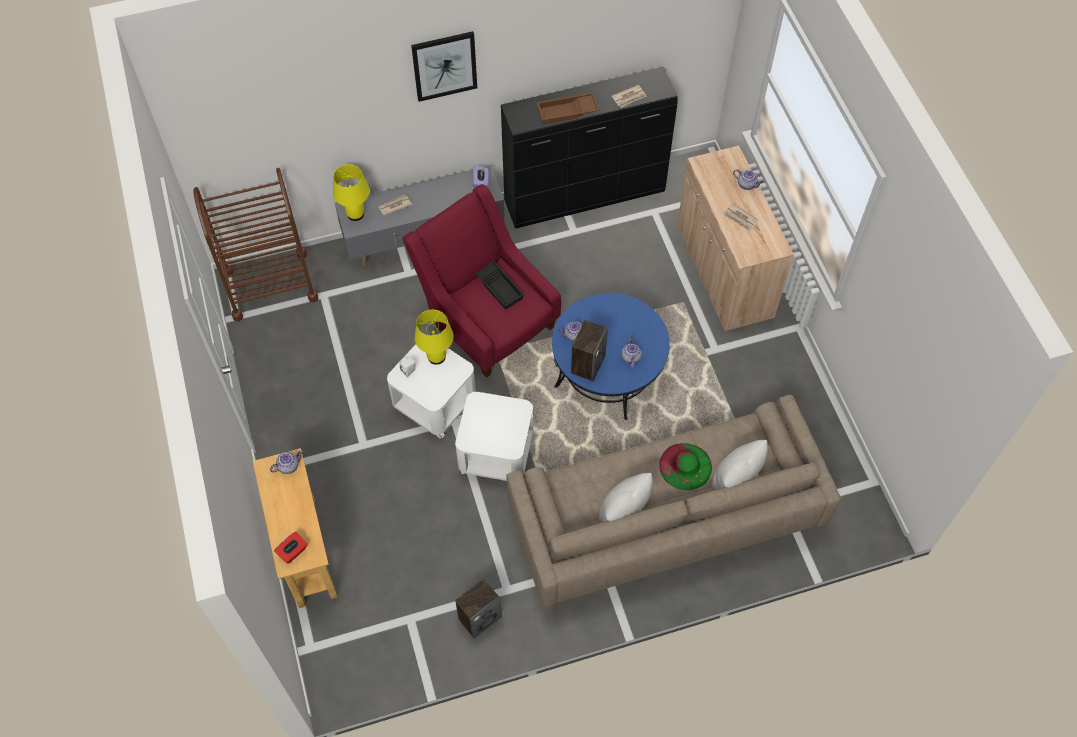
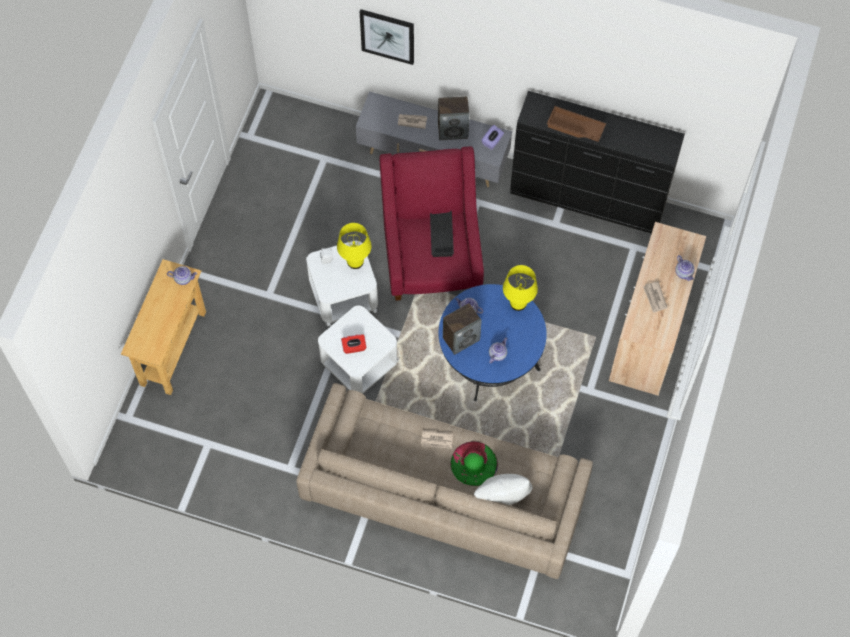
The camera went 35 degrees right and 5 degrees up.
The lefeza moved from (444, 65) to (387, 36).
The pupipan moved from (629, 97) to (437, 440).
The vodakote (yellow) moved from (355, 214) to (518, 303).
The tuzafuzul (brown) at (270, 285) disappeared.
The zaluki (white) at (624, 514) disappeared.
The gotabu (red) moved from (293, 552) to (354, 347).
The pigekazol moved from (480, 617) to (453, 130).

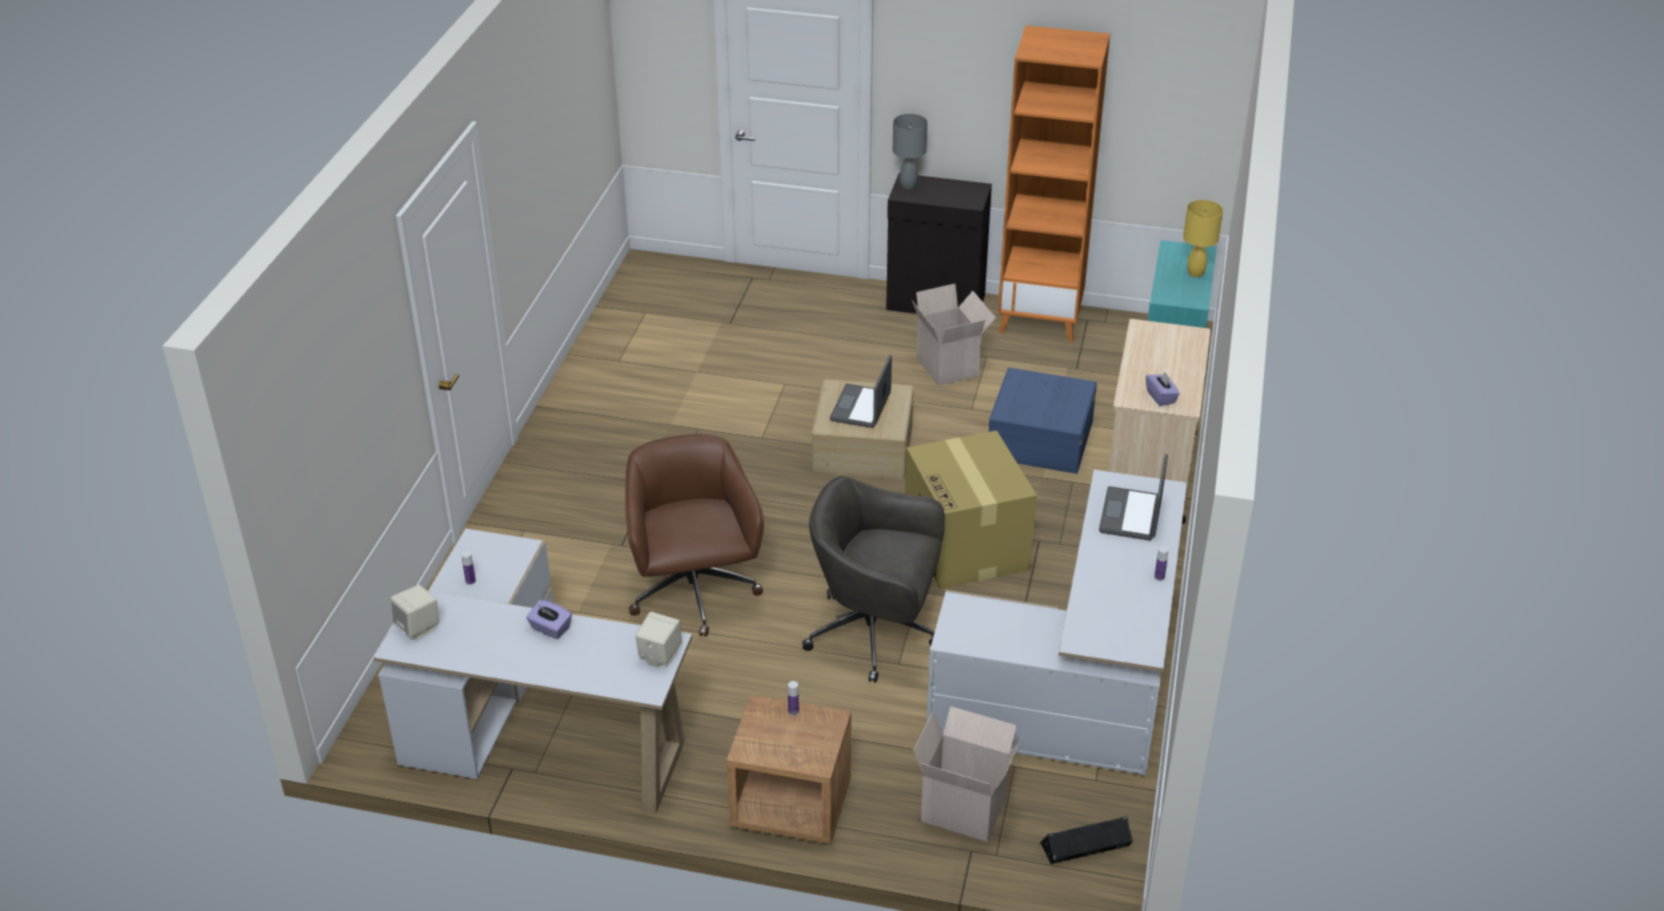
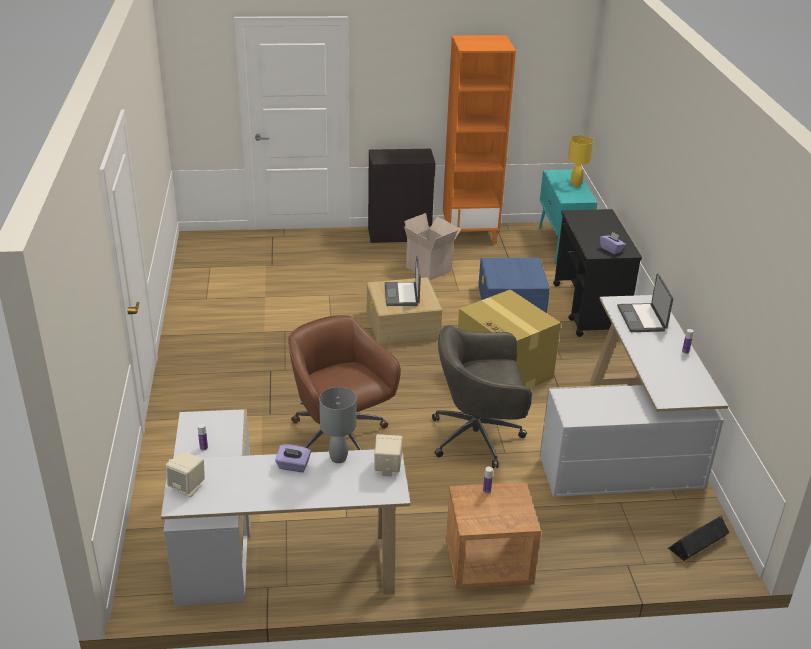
The camera went 20 degrees left and 5 degrees down.
The vodakote (grey) moved from (907, 185) to (338, 458).
The tuzafuzul (beige) at (1149, 473) became the tuzafuzul (black) at (589, 309).
The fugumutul at (965, 808) disappeared.

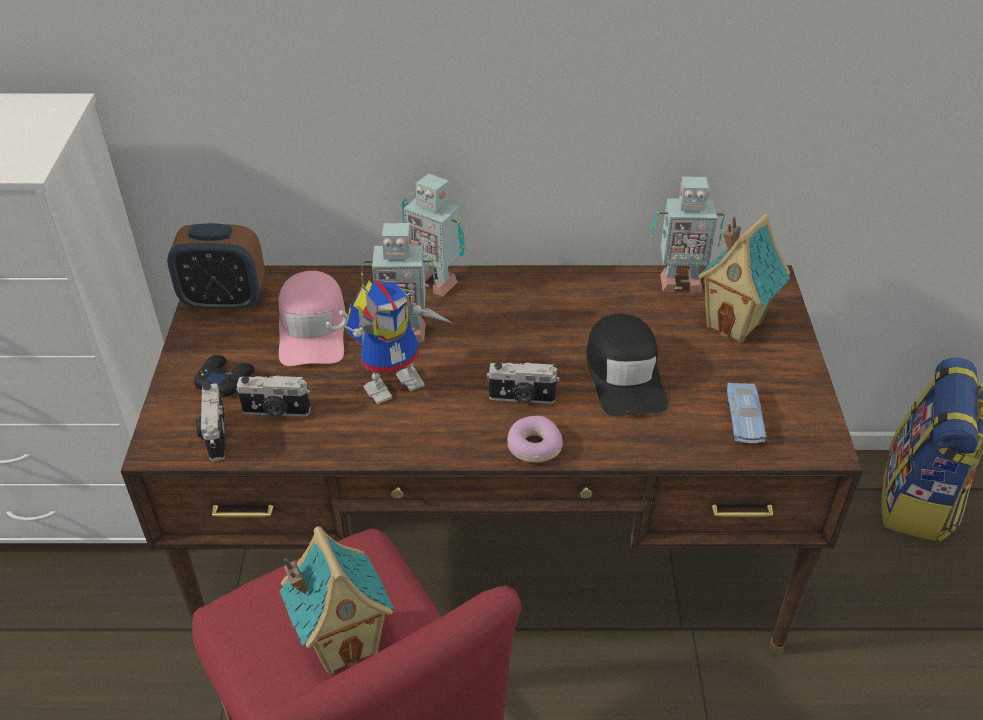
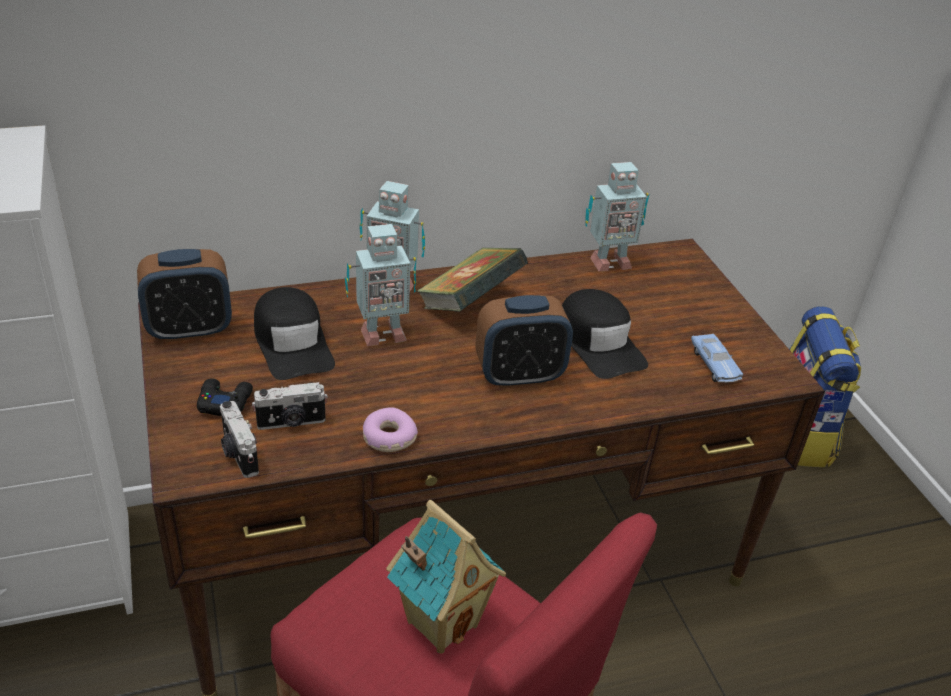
The camera went 20 degrees left and 5 degrees down.
The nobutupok at (735, 324) disappeared.
The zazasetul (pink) at (313, 328) became the zazasetul (black) at (292, 343).
The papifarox at (394, 379) disappeared.
The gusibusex at (522, 398) was replaced by the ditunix at (519, 376).
The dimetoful moved from (533, 446) to (388, 437).
The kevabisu at (470, 304) appeared.

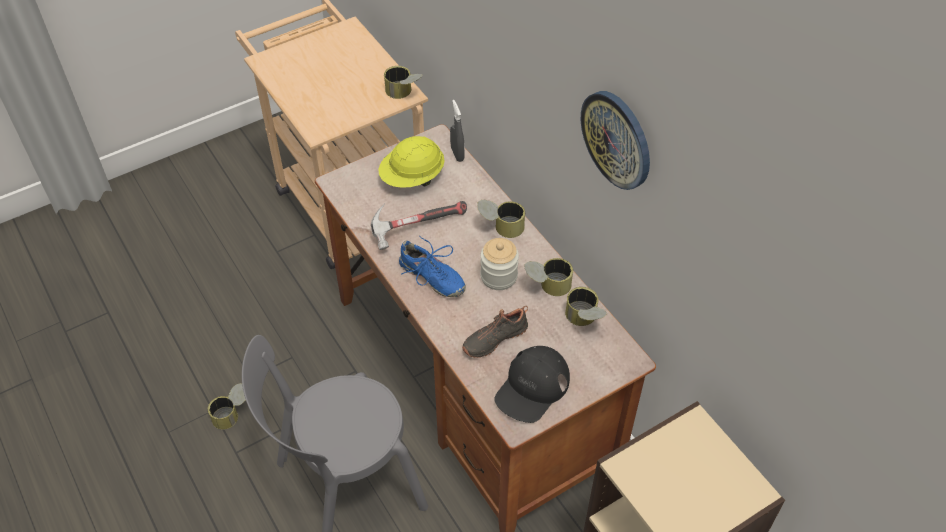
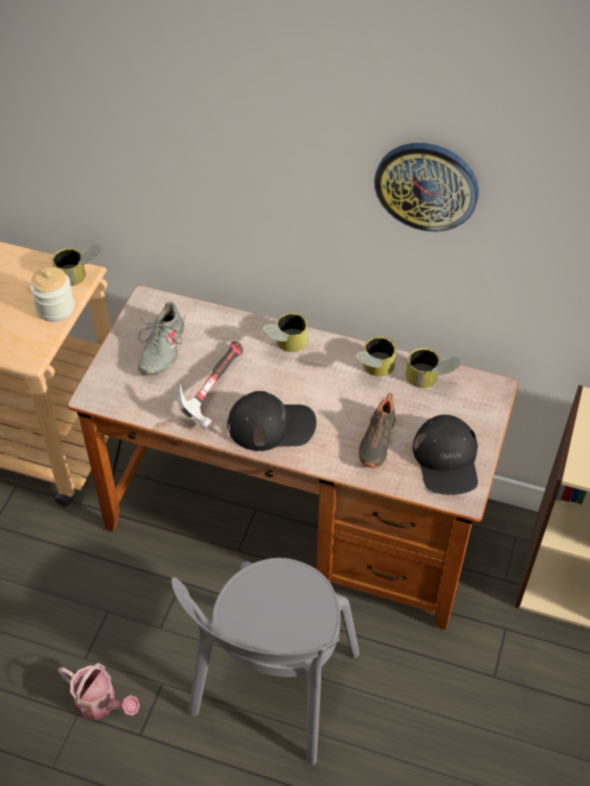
The camera went 40 degrees left and 0 degrees up.
The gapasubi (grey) at (457, 154) disappeared.
The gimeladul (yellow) at (412, 178) was replaced by the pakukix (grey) at (161, 349).
The pakukix (blue) at (431, 278) was replaced by the zazasetul (black) at (271, 425).
The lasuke moved from (499, 276) to (55, 308).
The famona at (232, 414) was replaced by the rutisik at (101, 703).

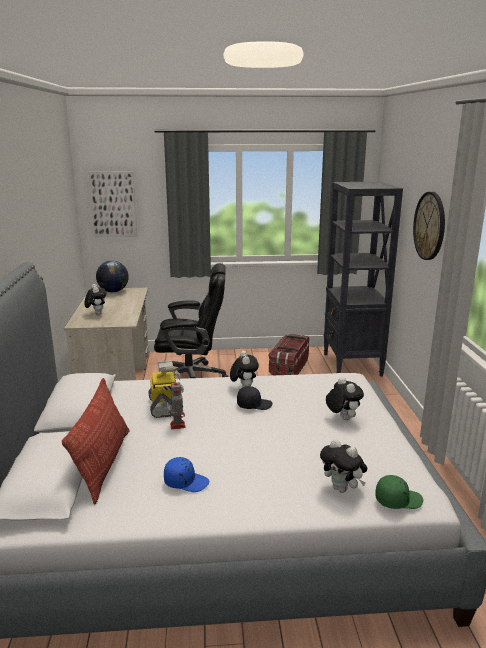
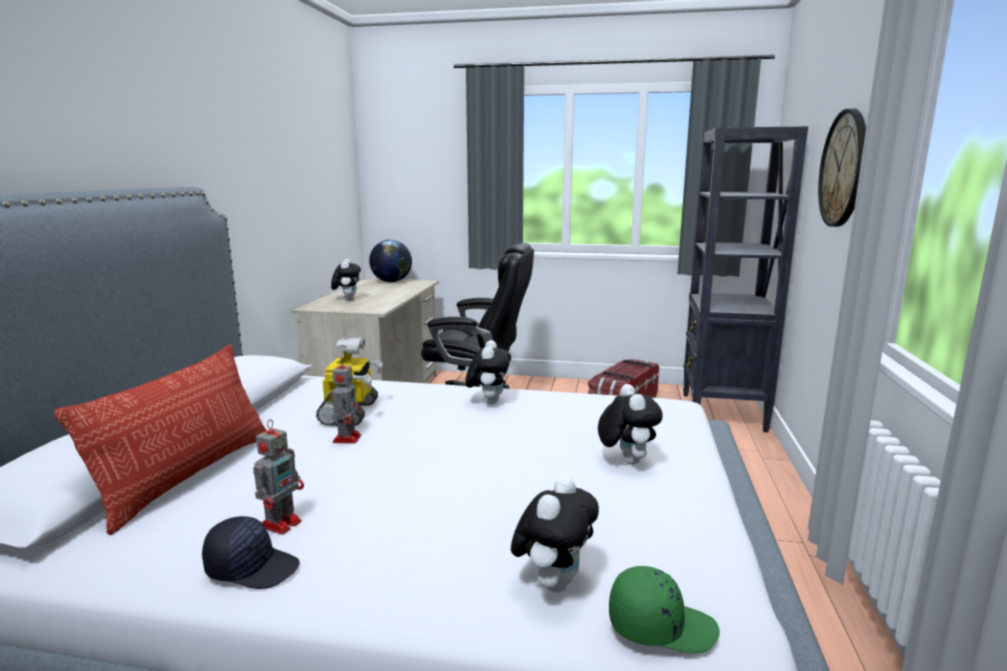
The camera went 15 degrees right and 5 degrees down.
The lefeza at (113, 204) disappeared.
The zazasetul (black) moved from (254, 404) to (253, 567).
The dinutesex at (342, 489) turned 120 degrees counterclockwise.
The zazasetul (blue) at (186, 482) was replaced by the papifarox at (282, 523).

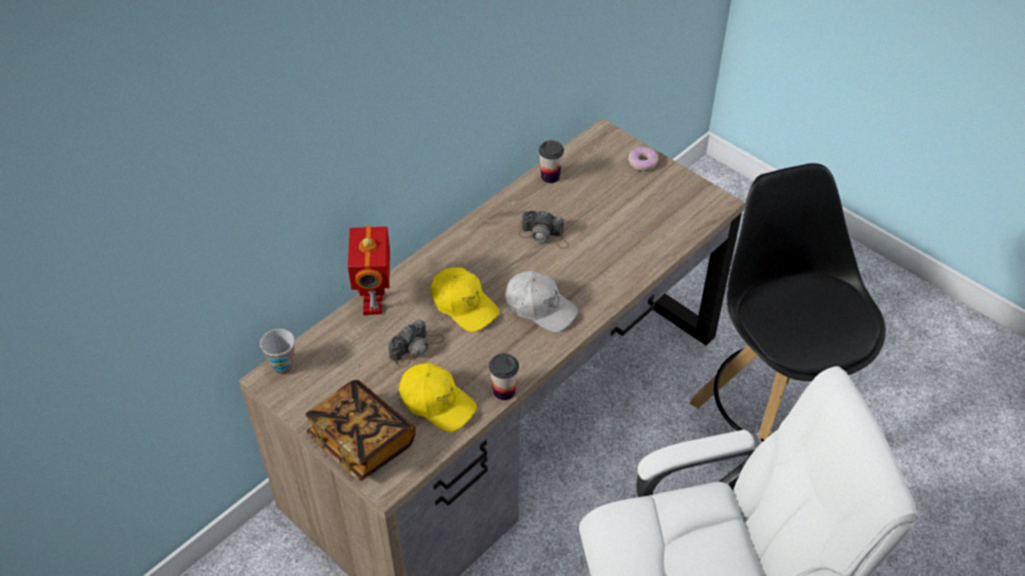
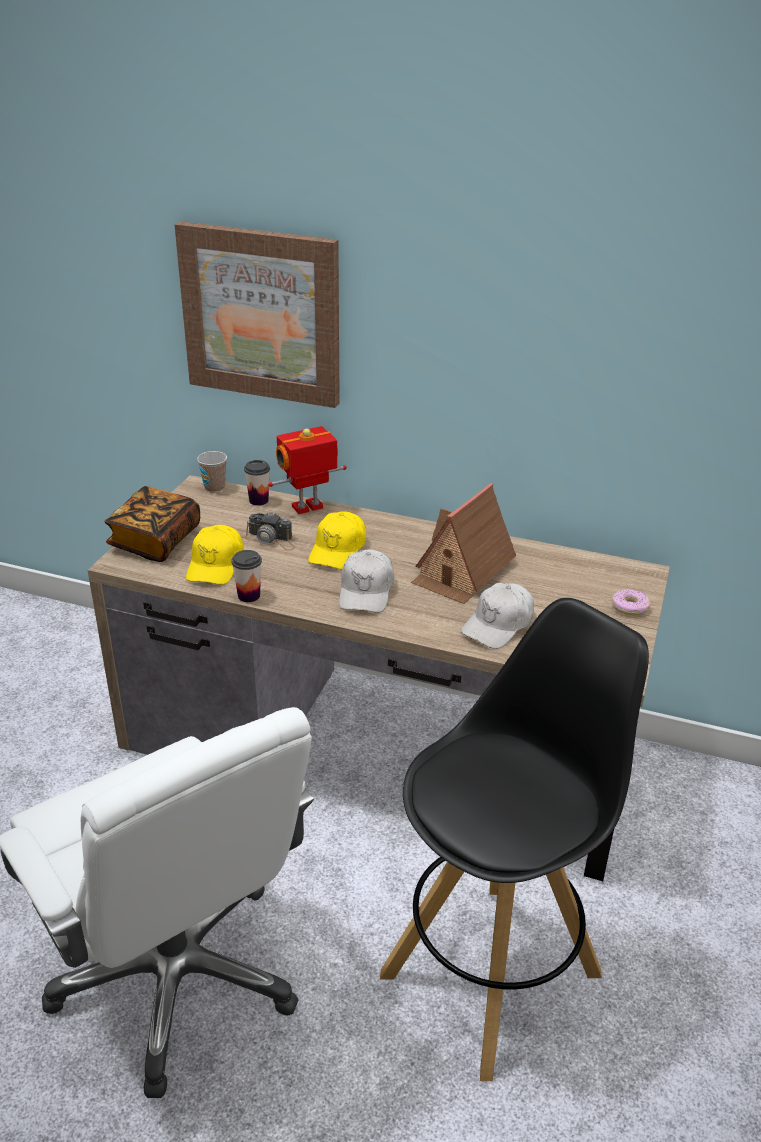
The camera went 65 degrees right and 15 degrees down.
The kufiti moved from (550, 176) to (258, 500).
The gusibusex at (544, 236) was replaced by the nobutupok at (462, 571).
The lefeza at (262, 314) appeared.
The zazasetul (white) at (498, 625) appeared.

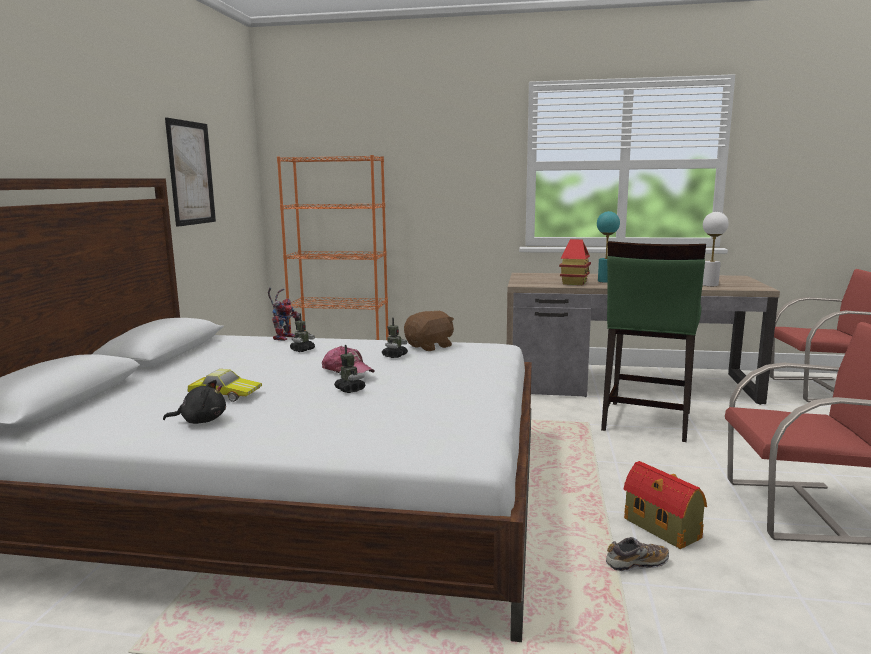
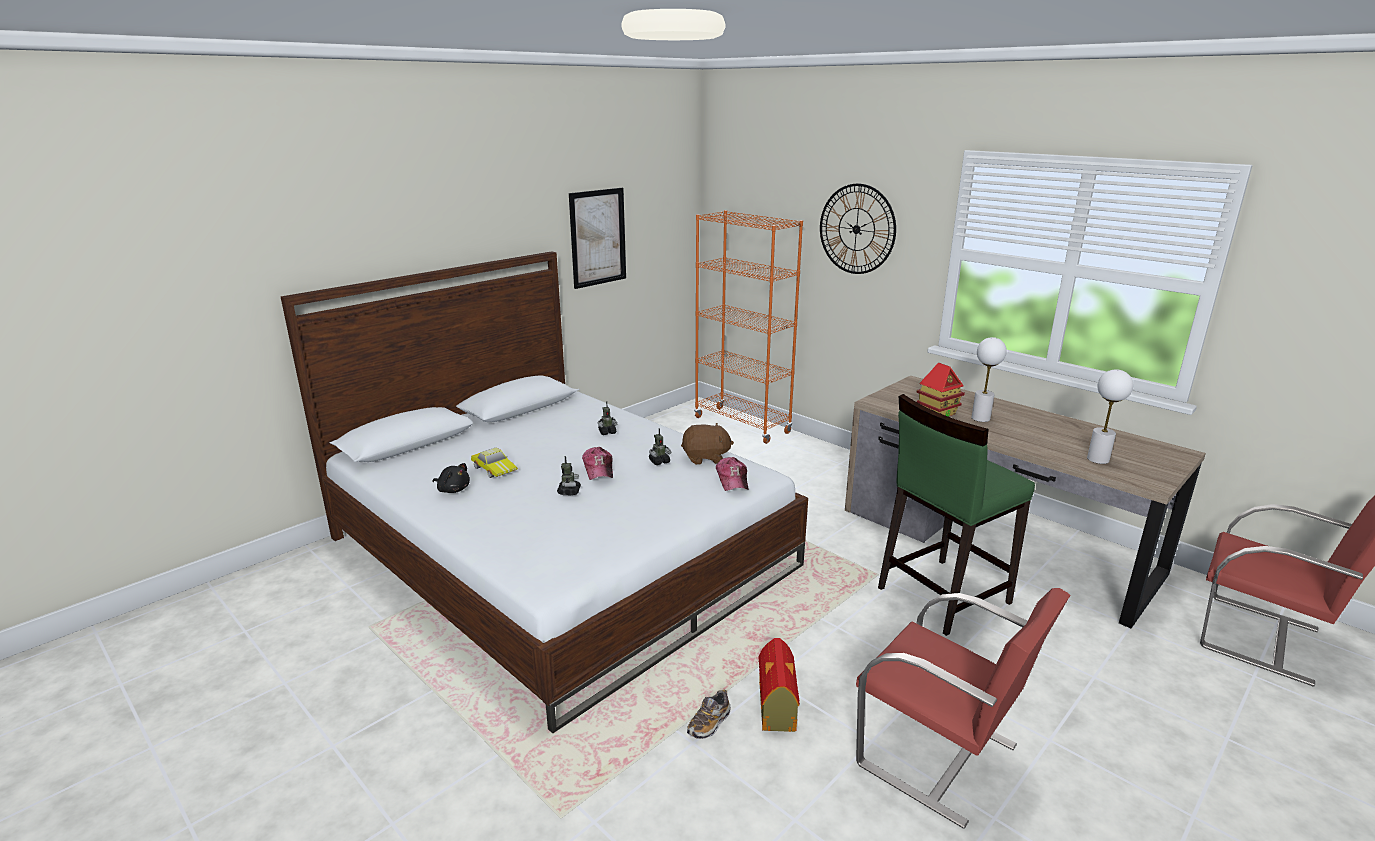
The camera went 35 degrees right and 10 degrees up.
The vodakote (turquoise) at (605, 281) became the vodakote (white) at (980, 418).
The papifarox at (283, 337) disappeared.
The pakukix at (636, 564) turned 105 degrees clockwise.
The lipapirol at (856, 229) appeared.
The zazasetul at (732, 480) appeared.

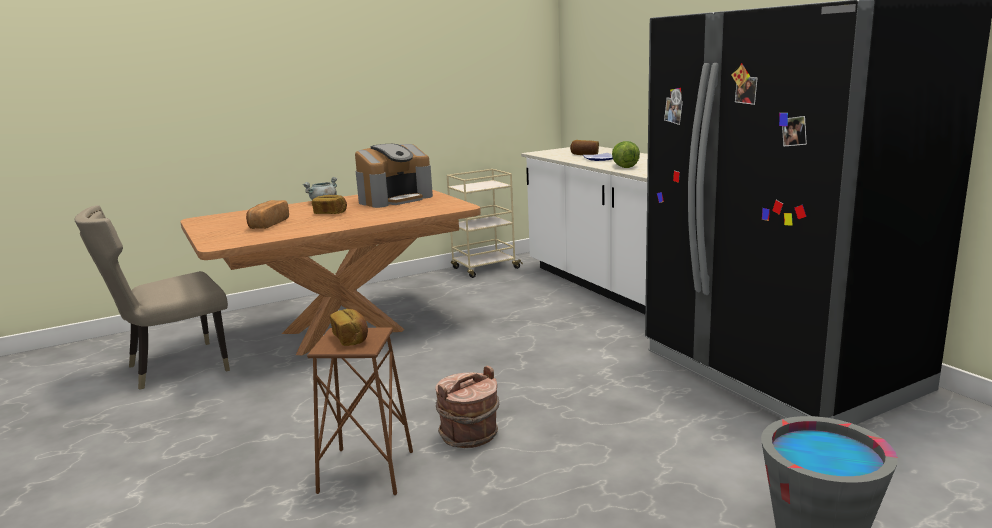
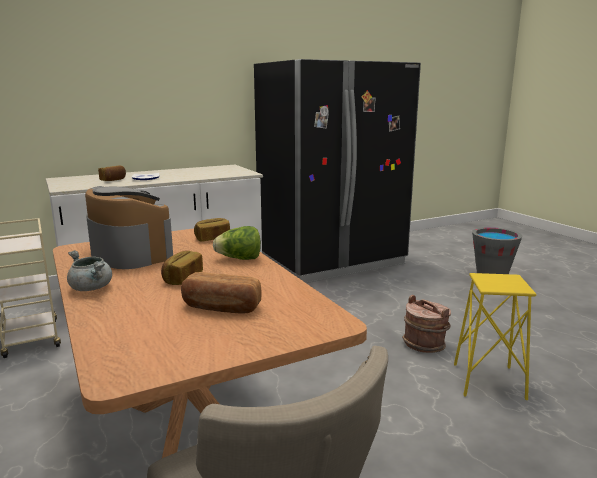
The camera went 90 degrees left and 0 degrees up.
The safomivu moved from (623, 166) to (239, 259).
The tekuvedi moved from (351, 339) to (213, 238).
The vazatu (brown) at (366, 471) became the vazatu (yellow) at (488, 381).

